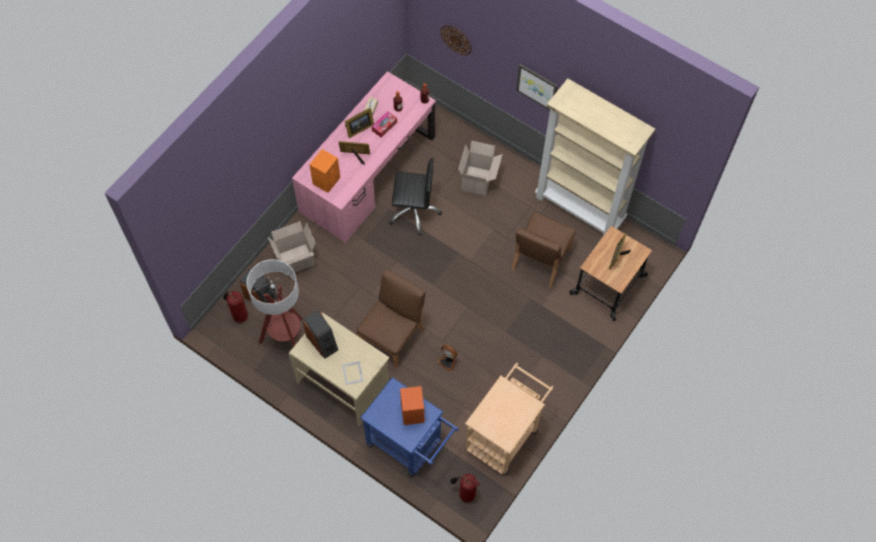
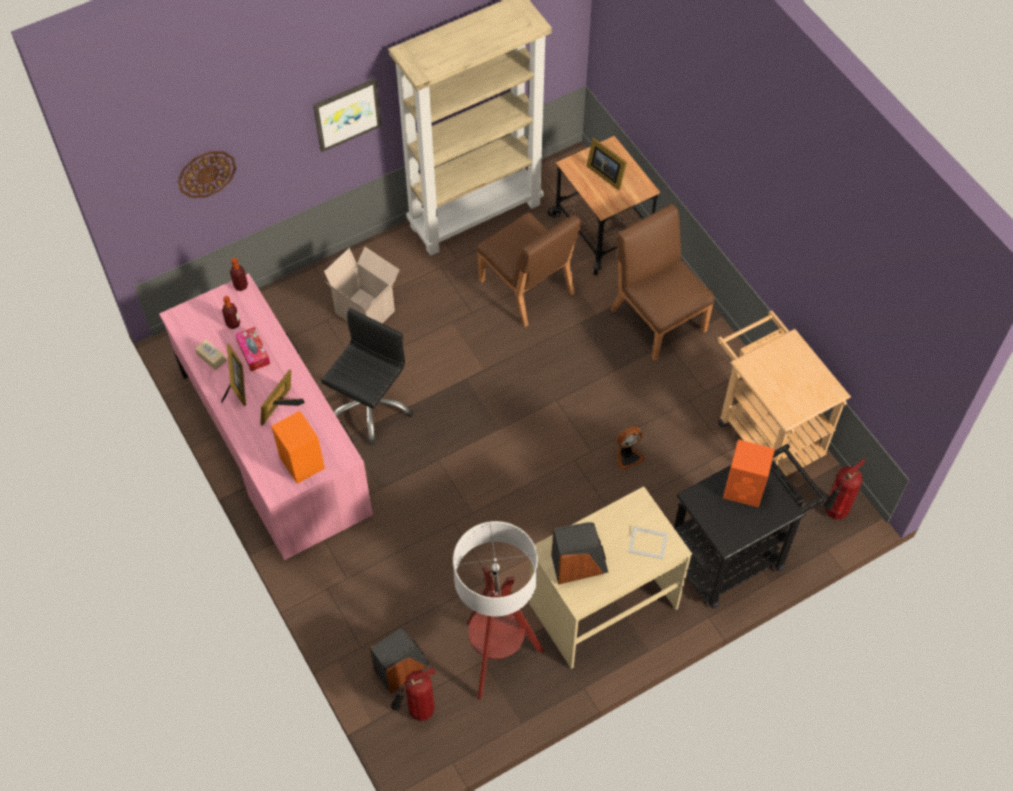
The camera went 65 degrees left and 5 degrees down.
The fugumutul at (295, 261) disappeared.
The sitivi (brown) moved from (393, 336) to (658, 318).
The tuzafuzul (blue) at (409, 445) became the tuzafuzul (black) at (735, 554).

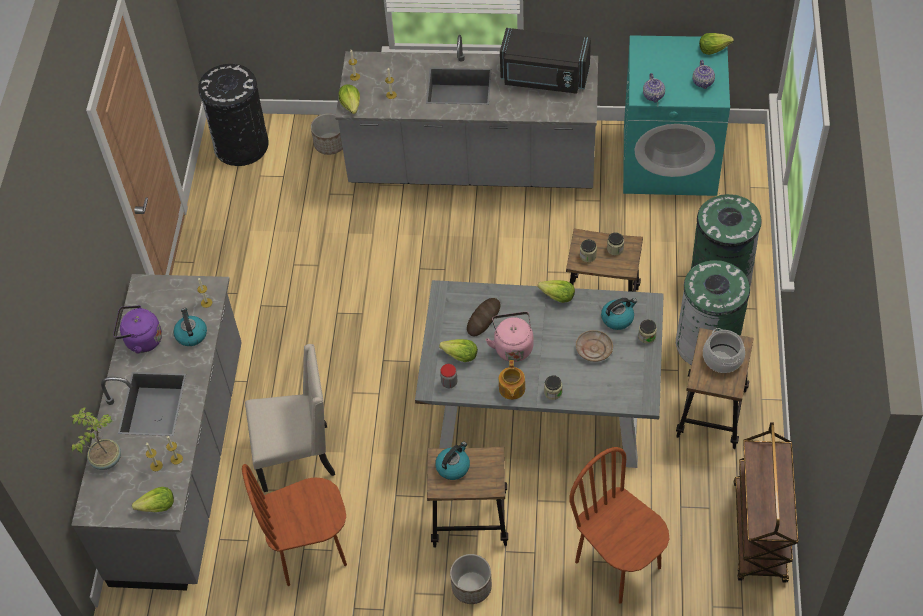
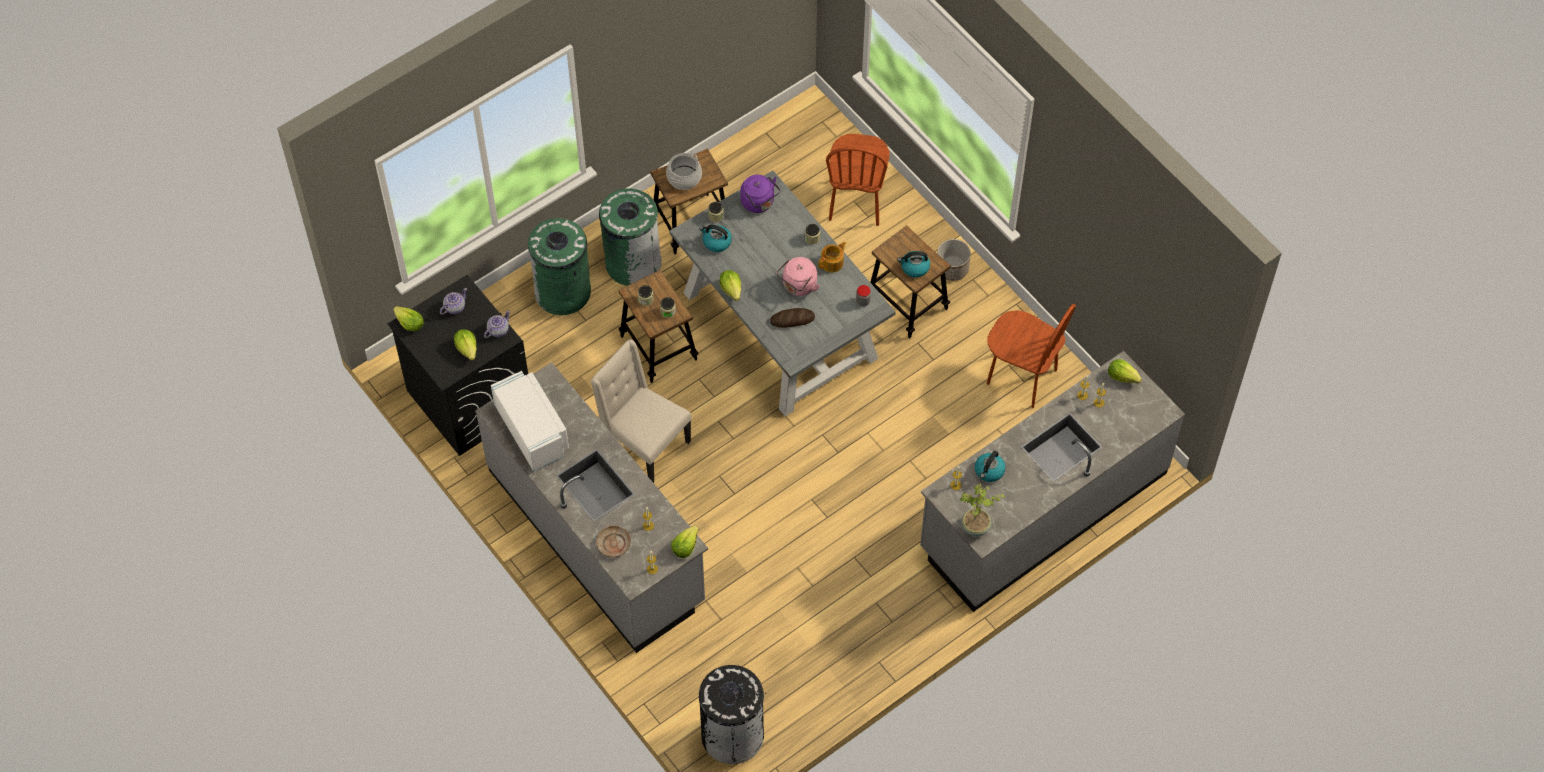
The camera went 135 degrees left and 5 degrees up.
The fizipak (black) at (544, 78) became the fizipak (white) at (533, 430).
The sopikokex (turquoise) at (670, 161) became the sopikokex (black) at (469, 399).
The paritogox at (330, 144) disappeared.
The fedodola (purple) moved from (141, 340) to (759, 203).
The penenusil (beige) moved from (594, 349) to (613, 544).
The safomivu moved from (460, 356) to (467, 348).
The sitivi (beige) moved from (297, 455) to (643, 444).
The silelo moved from (105, 459) to (976, 527).
The tuzafuzul (brown) at (760, 532) disappeared.

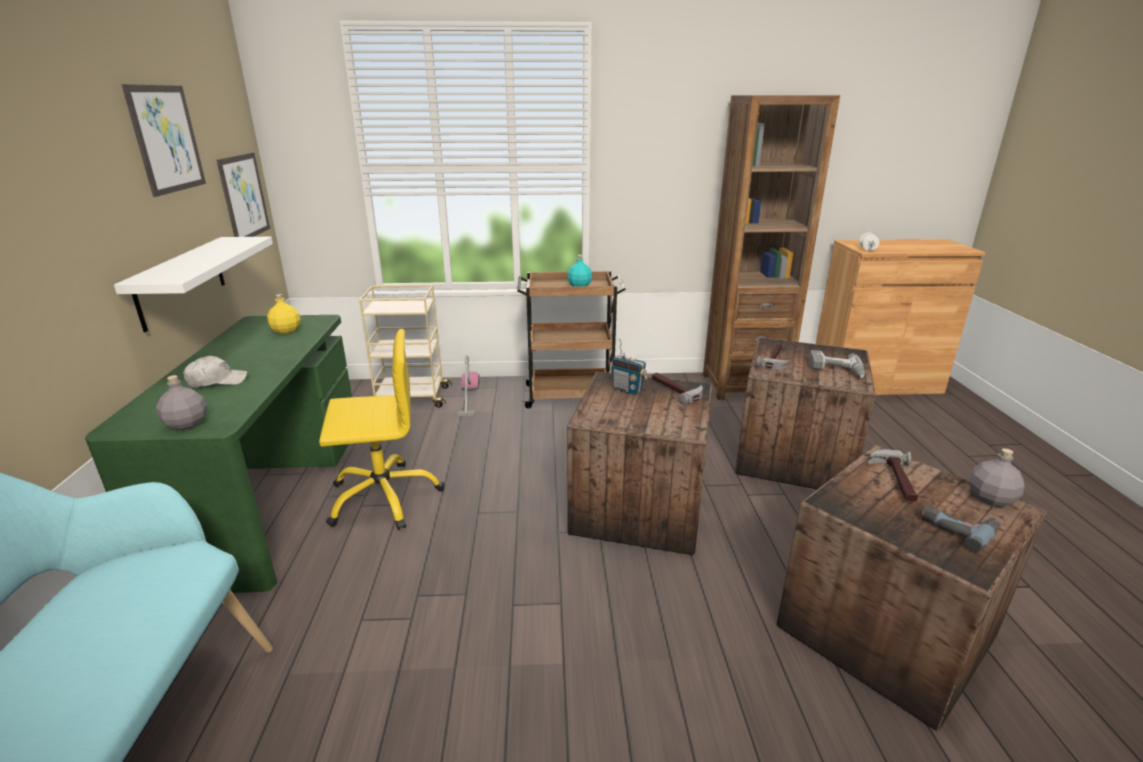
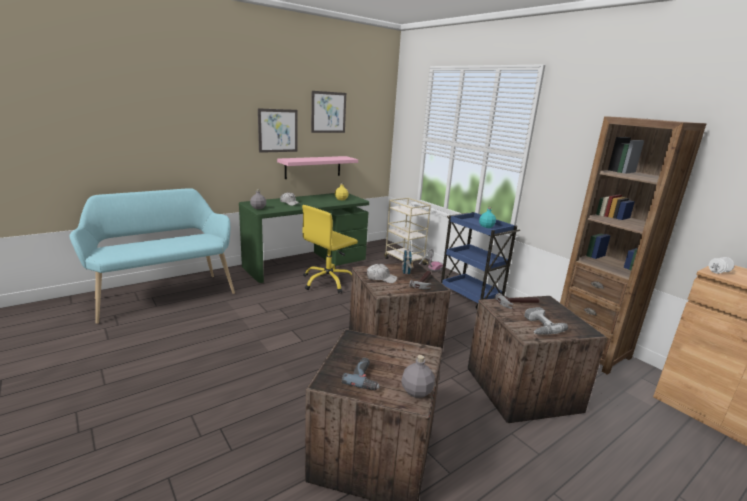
The camera went 55 degrees right and 5 degrees down.
The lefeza moved from (244, 197) to (278, 130).
The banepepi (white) at (181, 281) became the banepepi (pink) at (313, 167).
The tuzafuzul (brown) at (570, 395) became the tuzafuzul (blue) at (470, 296).
The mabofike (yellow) at (384, 497) turned 90 degrees clockwise.
The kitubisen at (894, 480) disappeared.
The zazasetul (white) at (381, 278) appeared.

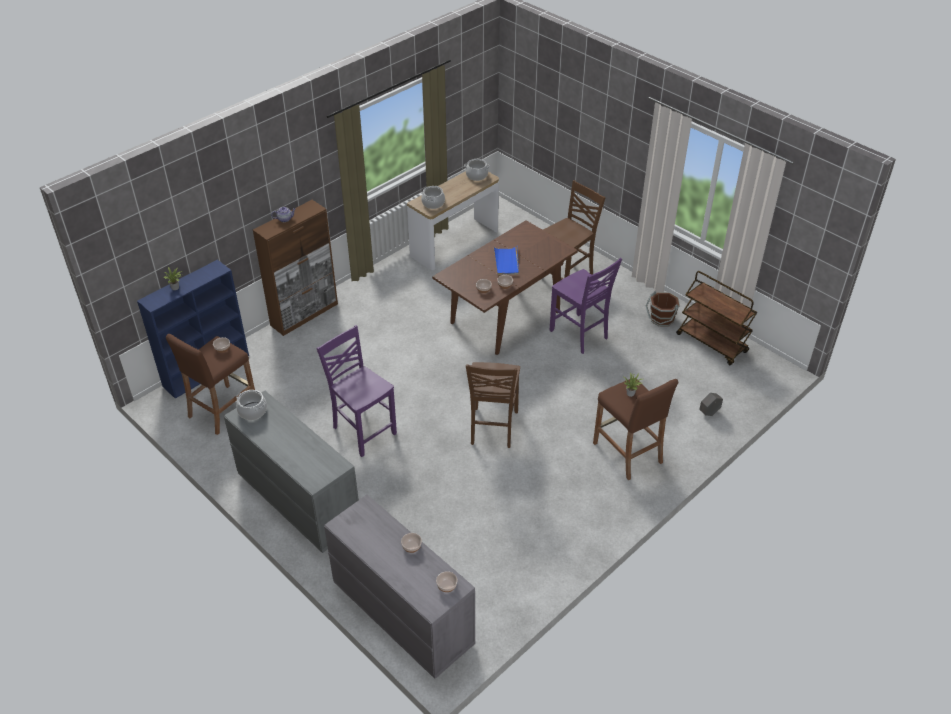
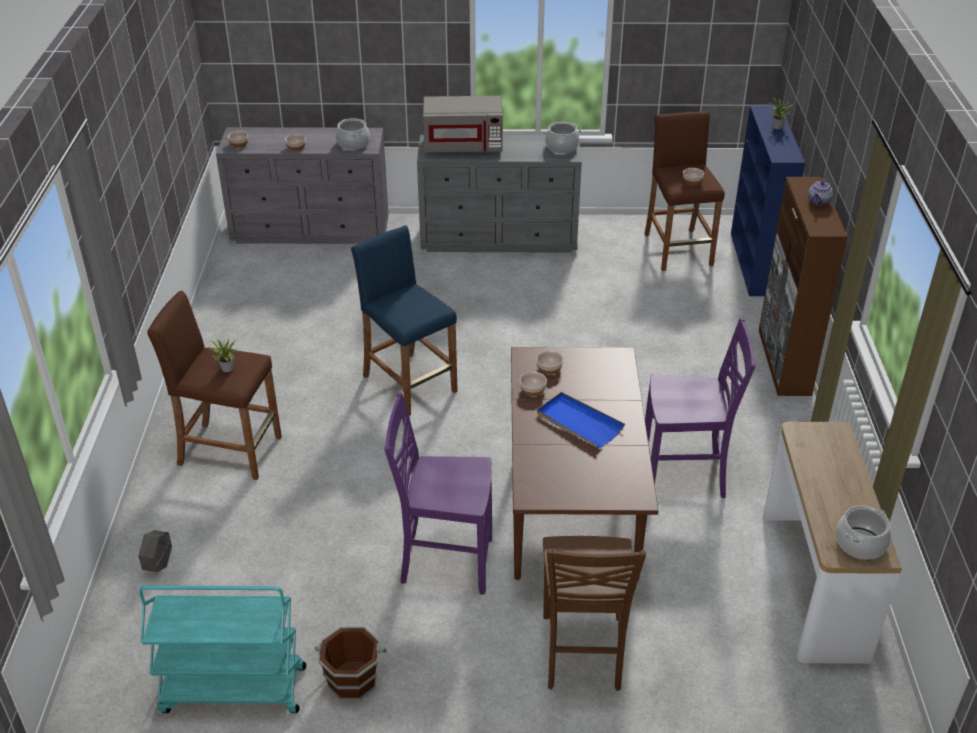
The camera went 135 degrees right and 5 degrees down.
The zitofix moved from (433, 203) to (353, 143).
The tuzafuzul (brown) at (712, 343) became the tuzafuzul (turquoise) at (232, 690).
The sitivi (purple) moved from (363, 430) to (684, 476).
The sitivi (brown) at (492, 428) was replaced by the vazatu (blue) at (410, 384).
The fizipak (grey) at (463, 146) appeared.

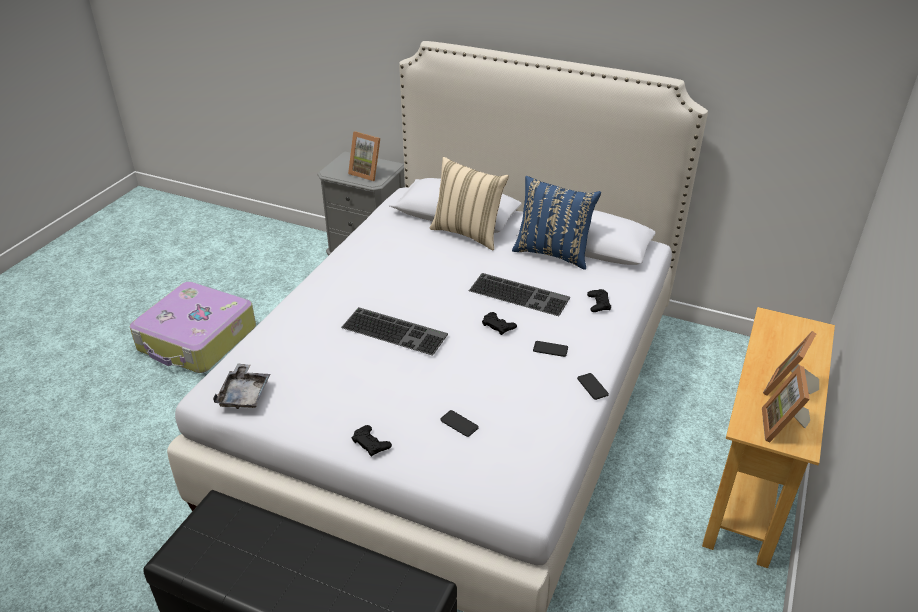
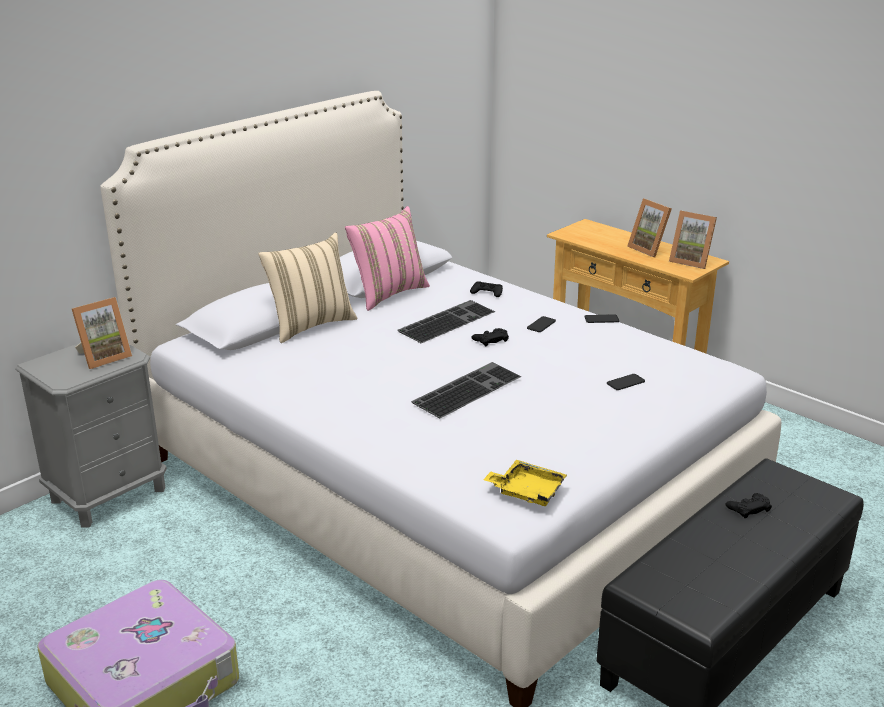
The camera went 70 degrees left and 10 degrees down.
The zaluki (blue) at (553, 253) became the zaluki (pink) at (388, 294).
The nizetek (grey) at (244, 394) became the nizetek (yellow) at (527, 491).
The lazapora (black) moved from (371, 443) to (748, 508).

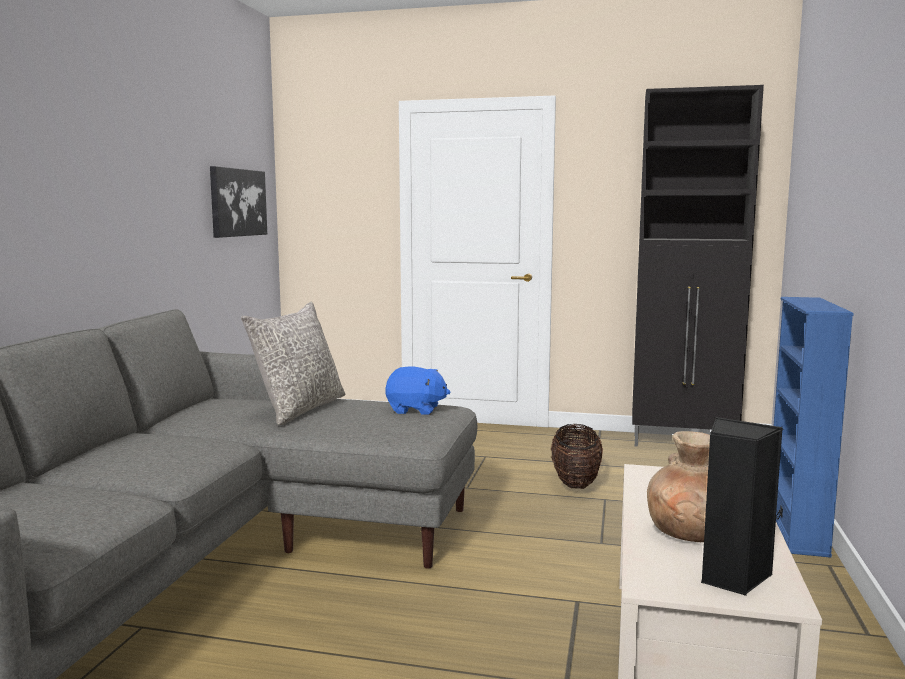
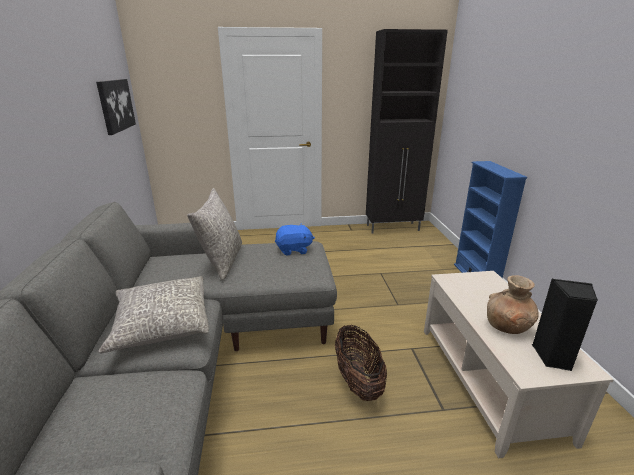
The camera went 20 degrees left and 15 degrees up.
The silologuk moved from (575, 483) to (358, 380).
The zaluki (grey) at (161, 323) appeared.

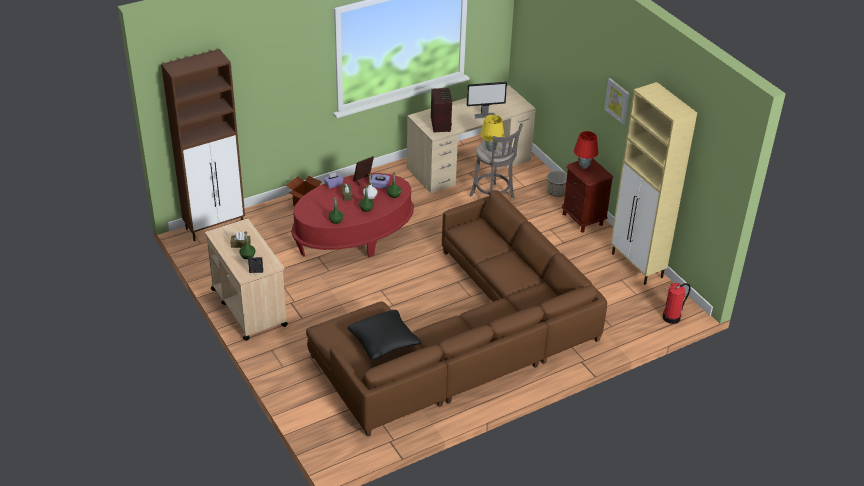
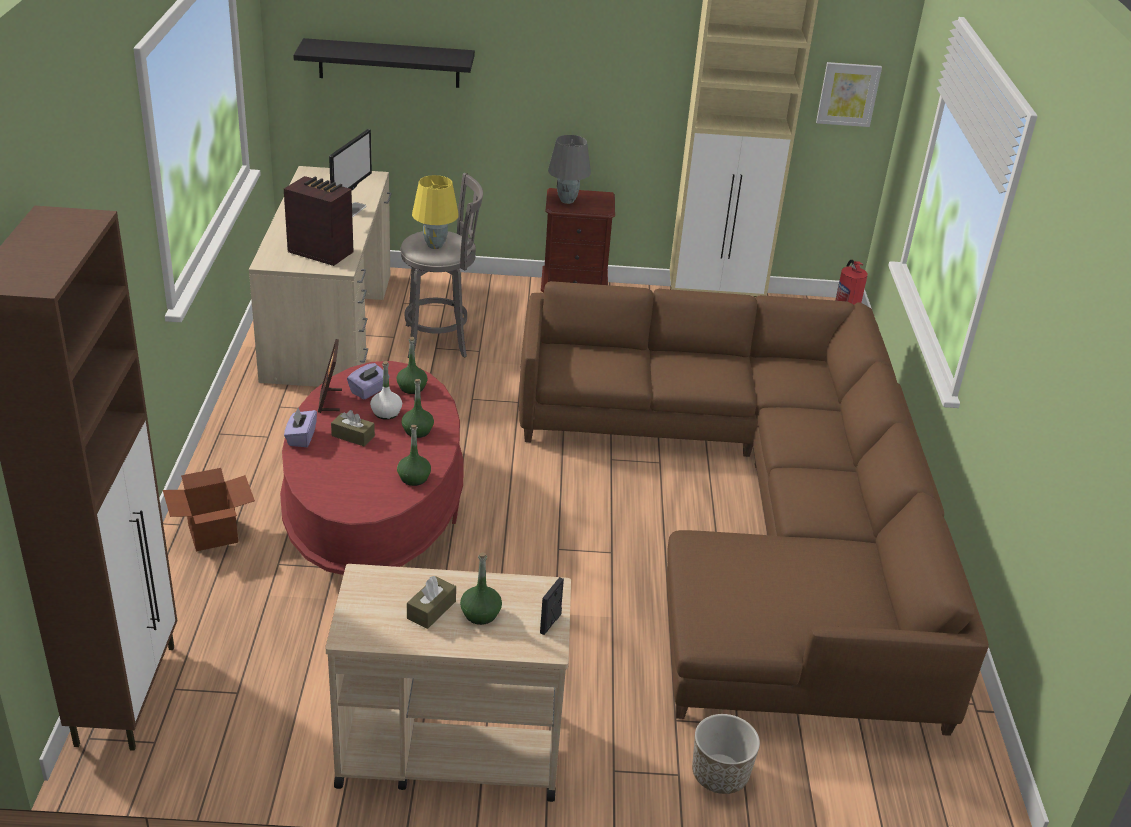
The camera went 60 degrees left and 5 degrees down.
The lefeza moved from (617, 101) to (848, 94).
The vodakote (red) at (584, 166) became the vodakote (grey) at (567, 200).
The paritogox moved from (556, 192) to (720, 774).
The zaluki (black) at (383, 342) disappeared.
The banepepi (black) at (389, 63) appeared.

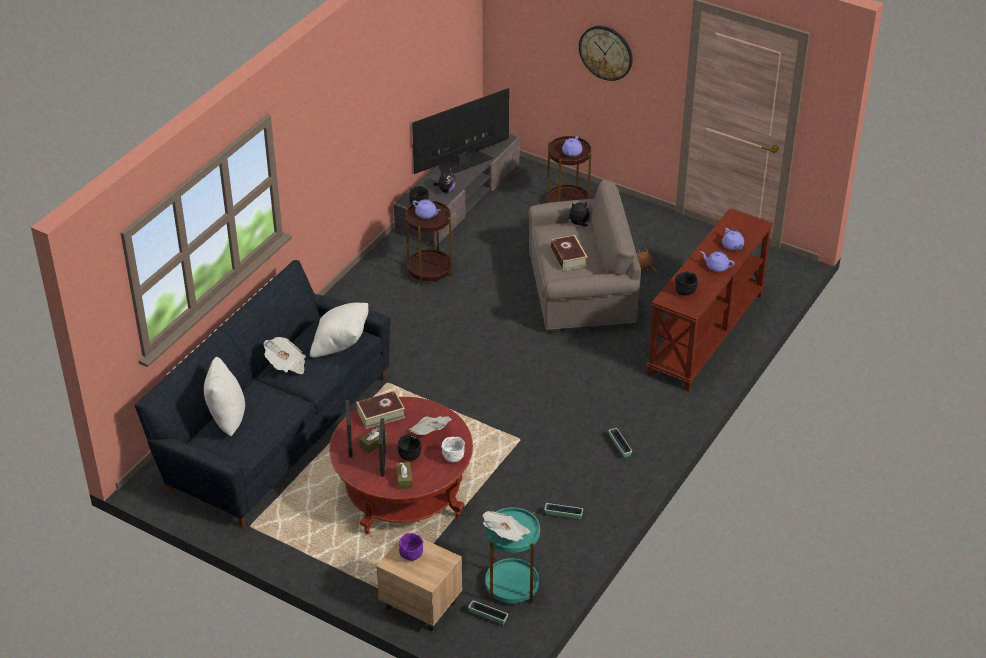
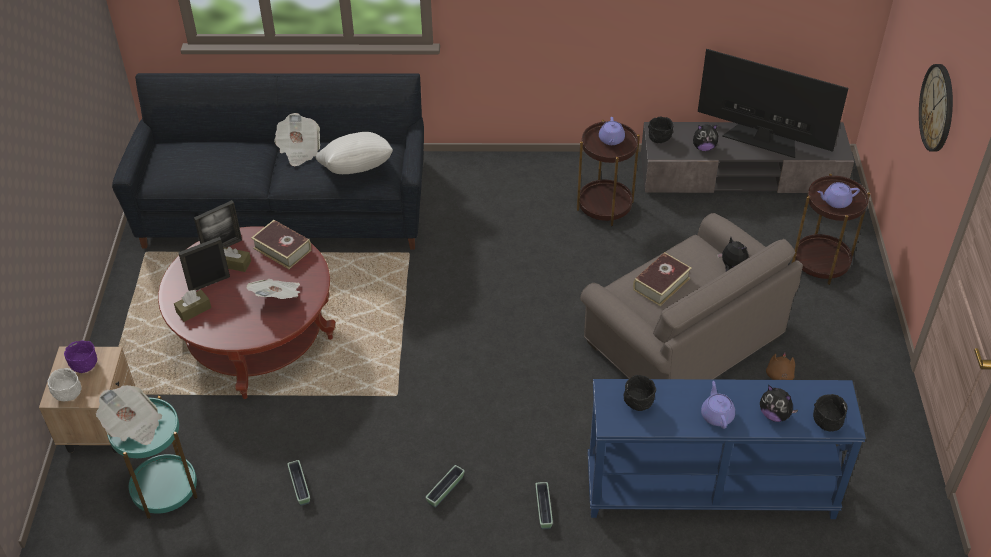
The camera went 60 degrees right and 5 degrees up.
The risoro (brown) at (706, 335) became the risoro (blue) at (709, 492).
The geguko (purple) at (732, 246) was replaced by the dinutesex at (774, 415).
The zaluki (white) at (226, 419) disappeared.
The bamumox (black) moved from (409, 456) to (827, 423).
The bamumox (white) moved from (453, 458) to (68, 395).
The paritogox moved from (488, 617) to (543, 510).

